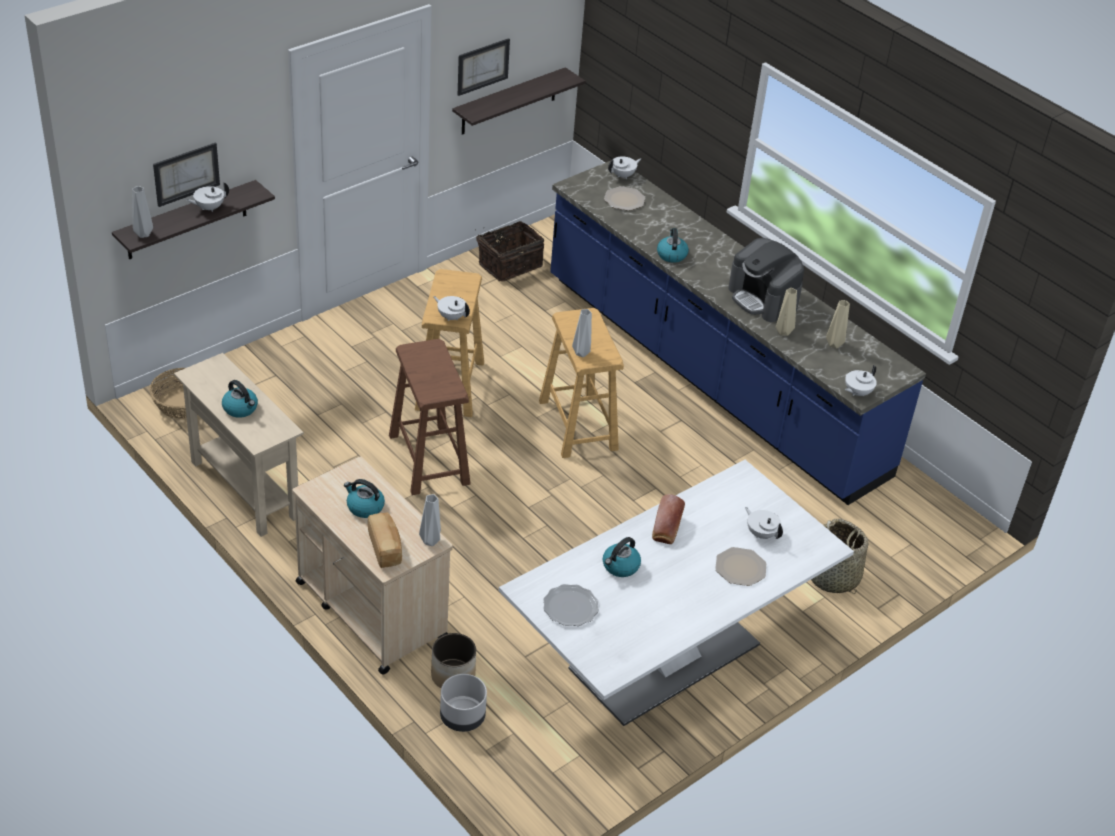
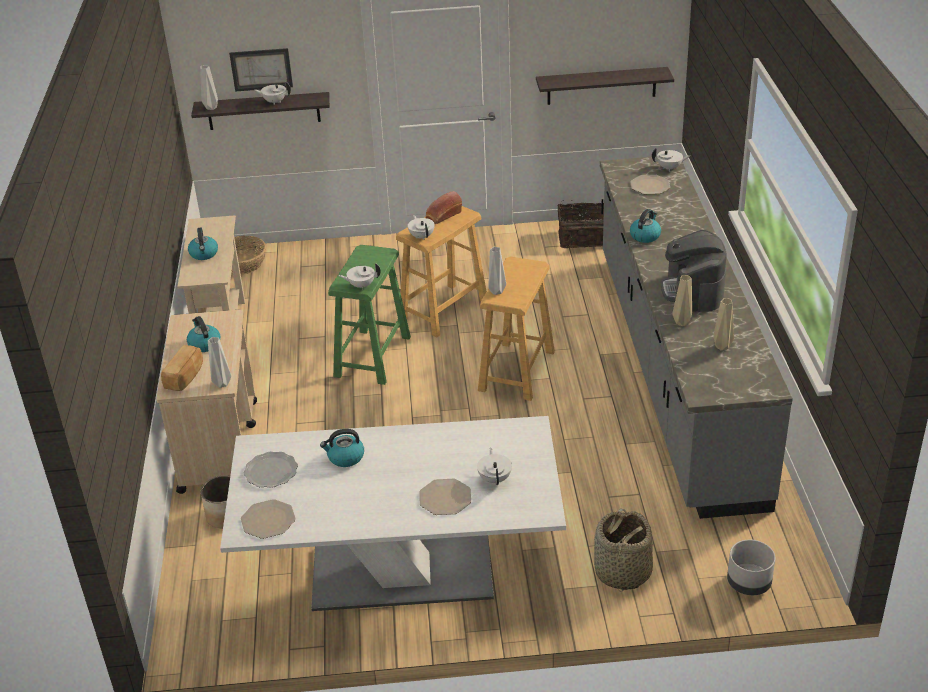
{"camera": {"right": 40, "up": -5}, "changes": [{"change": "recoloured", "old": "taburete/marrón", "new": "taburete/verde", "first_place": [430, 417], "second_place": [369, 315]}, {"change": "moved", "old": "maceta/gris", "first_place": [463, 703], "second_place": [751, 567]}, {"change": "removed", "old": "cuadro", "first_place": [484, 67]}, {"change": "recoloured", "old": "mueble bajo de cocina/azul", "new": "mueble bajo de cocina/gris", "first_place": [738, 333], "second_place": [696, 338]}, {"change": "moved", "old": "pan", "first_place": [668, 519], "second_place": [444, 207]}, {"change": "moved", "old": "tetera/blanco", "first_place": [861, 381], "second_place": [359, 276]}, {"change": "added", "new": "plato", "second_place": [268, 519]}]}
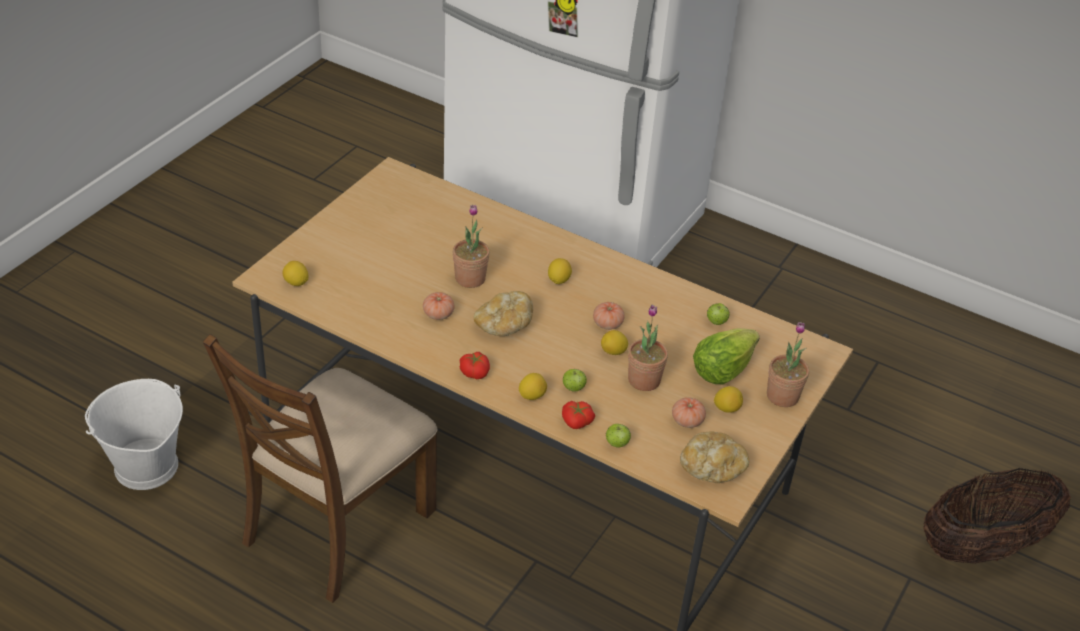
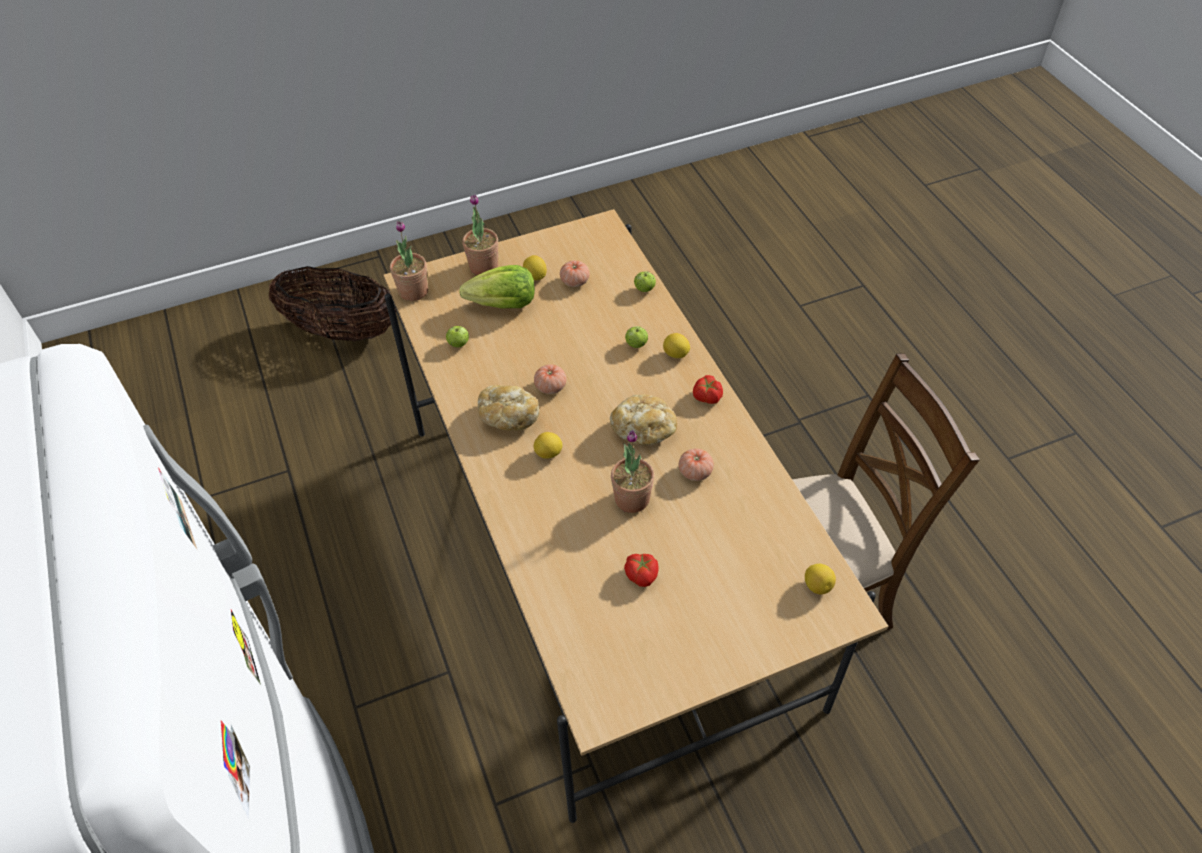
{"camera": {"right": -140, "up": 10}, "changes": [{"change": "removed", "old": "cubo/blanco", "first_place": [134, 434]}, {"change": "moved", "old": "tomate", "first_place": [578, 415], "second_place": [641, 570]}, {"change": "removed", "old": "limón", "first_place": [614, 342]}, {"change": "moved", "old": "planta en maceta", "first_place": [648, 347], "second_place": [409, 261]}, {"change": "moved", "old": "pan", "first_place": [714, 457], "second_place": [508, 408]}]}
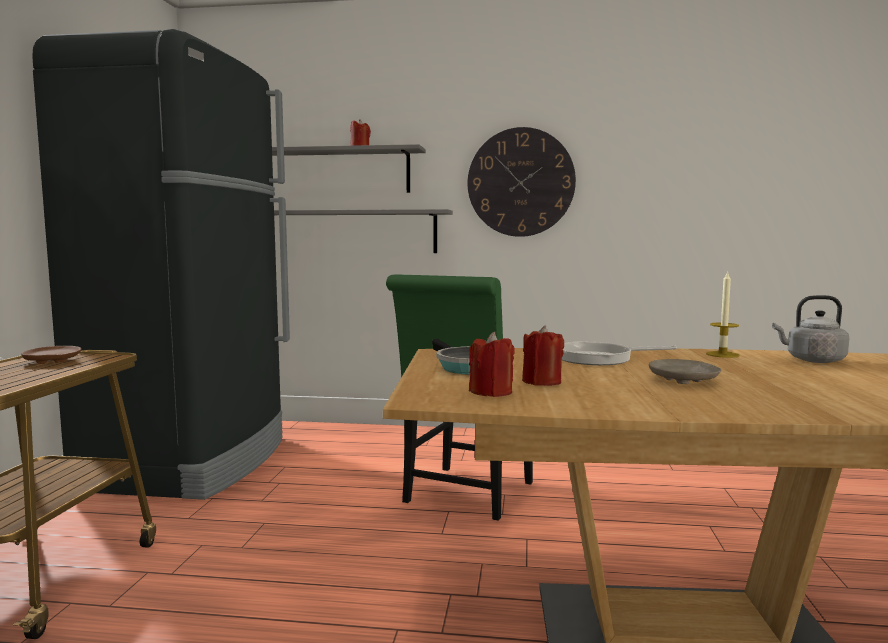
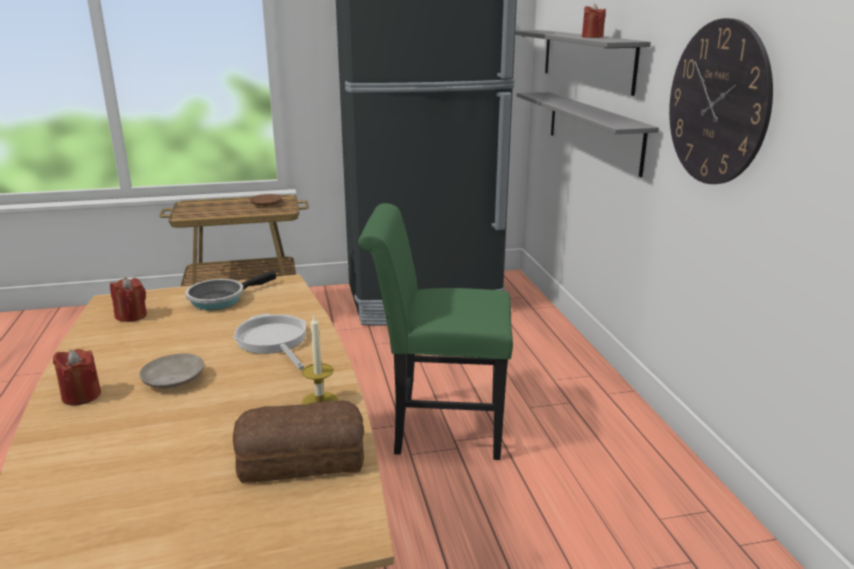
{"camera": {"right": 70, "up": 15}, "changes": [{"change": "moved", "old": "vela/rojo", "first_place": [543, 355], "second_place": [77, 377]}, {"change": "replaced", "old": "hervidor/gris", "new": "pan", "first_place": [810, 329], "second_place": [298, 441]}]}
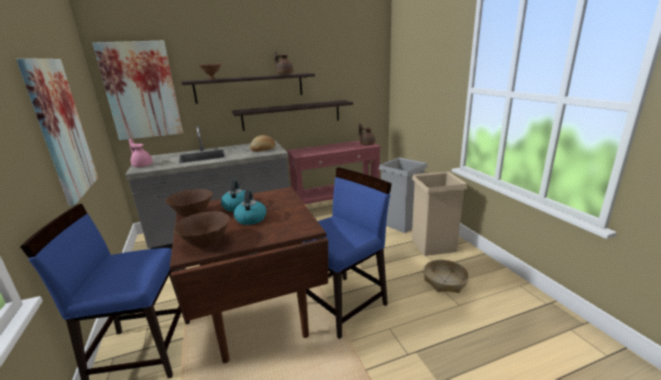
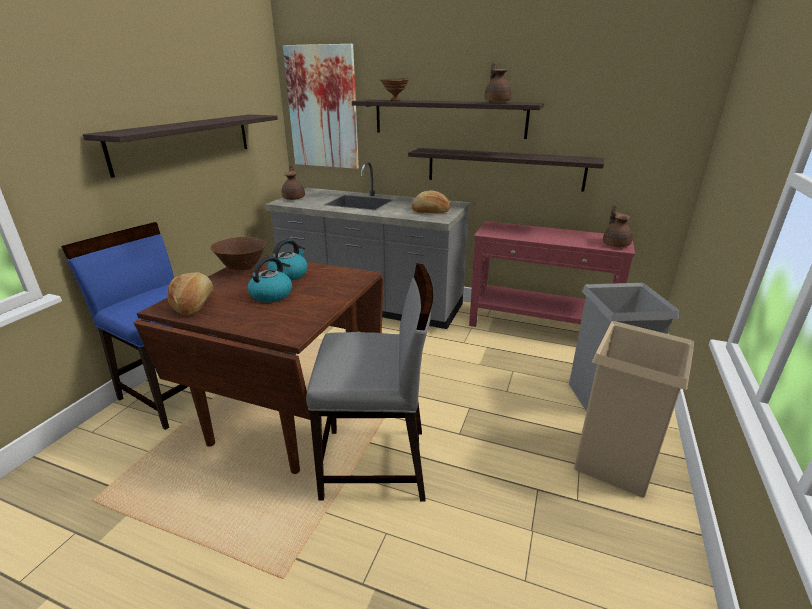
{"camera": {"right": 40, "up": 5}, "changes": [{"change": "replaced", "old": "cuadro", "new": "estante", "first_place": [57, 132], "second_place": [180, 146]}, {"change": "recoloured", "old": "tetera/rosa", "new": "tetera/marrón", "first_place": [141, 153], "second_place": [293, 182]}, {"change": "replaced", "old": "cuenco/marrón", "new": "pan", "first_place": [202, 229], "second_place": [190, 293]}, {"change": "recoloured", "old": "silla/azul", "new": "silla/gris", "first_place": [347, 253], "second_place": [369, 382]}, {"change": "removed", "old": "cesta", "first_place": [446, 276]}]}
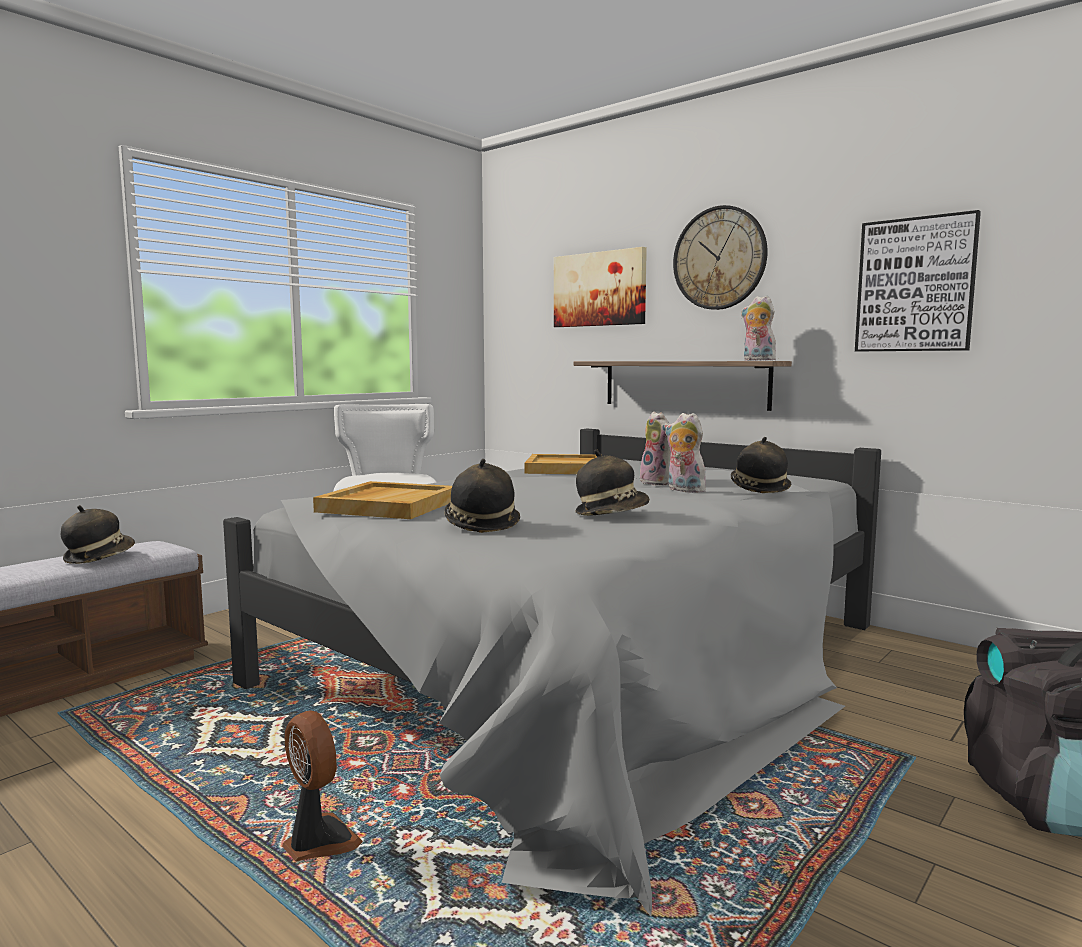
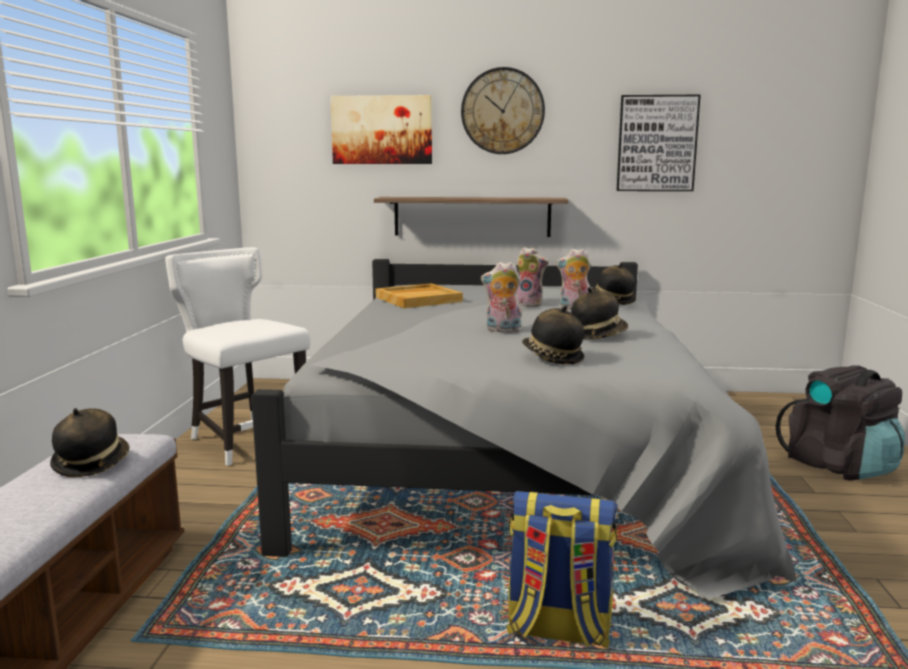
{"camera": {"right": -35, "up": 5}, "changes": [{"change": "replaced", "old": "ventilador", "new": "mochila", "first_place": [322, 785], "second_place": [562, 569]}, {"change": "removed", "old": "bandeja/beis", "first_place": [382, 500]}, {"change": "moved", "old": "peluche", "first_place": [759, 328], "second_place": [501, 297]}]}
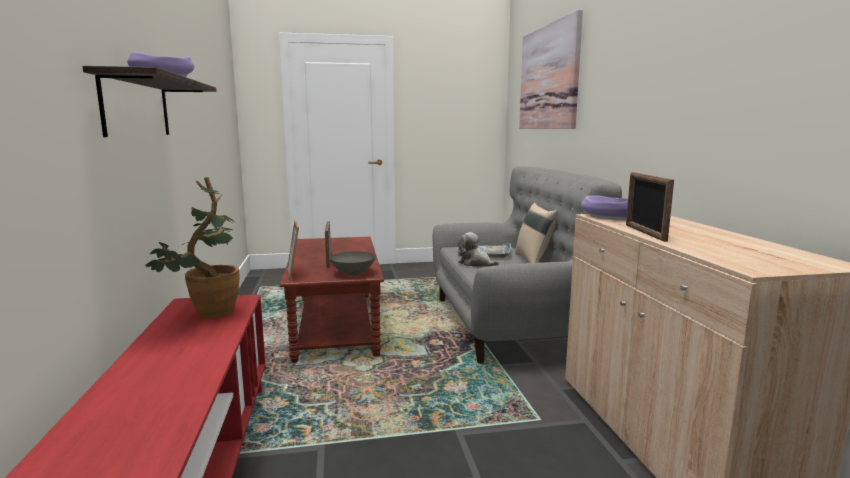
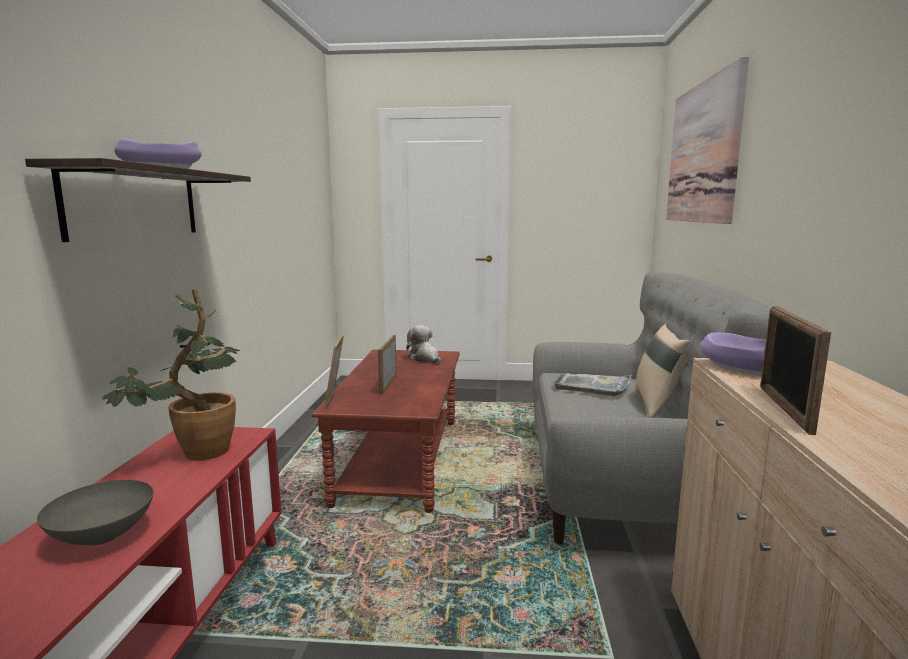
{"camera": {"right": 15, "up": 0}, "changes": [{"change": "moved", "old": "cuenco/gris", "first_place": [353, 263], "second_place": [95, 512]}, {"change": "moved", "old": "peluche", "first_place": [478, 249], "second_place": [423, 344]}]}
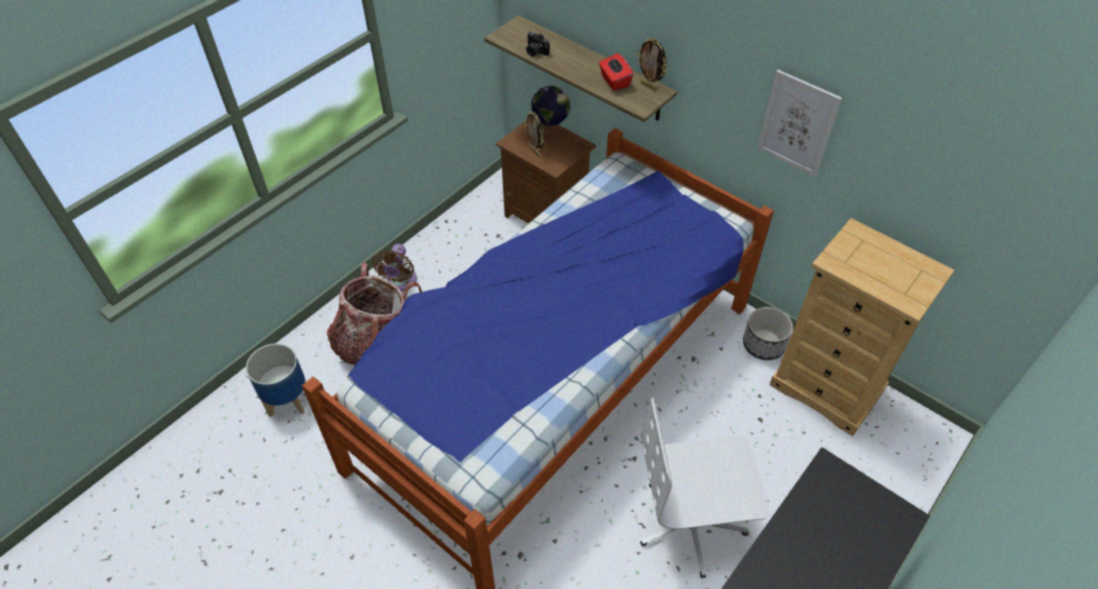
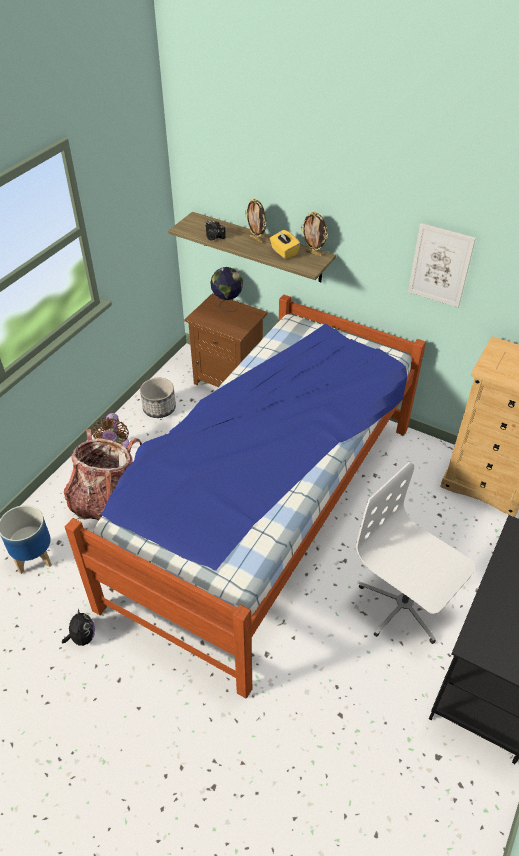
{"camera": {"right": -10, "up": -5}, "changes": [{"change": "moved", "old": "portarretratos", "first_place": [534, 134], "second_place": [256, 220]}, {"change": "recoloured", "old": "caja de pañuelos/rojo", "new": "caja de pañuelos/amarillo", "first_place": [616, 71], "second_place": [285, 244]}, {"change": "turned", "old": "silla de oficina/blanco", "first_place": [704, 487], "second_place": [415, 553], "degrees": 60}, {"change": "moved", "old": "maceta", "first_place": [768, 333], "second_place": [158, 398]}, {"change": "added", "new": "peluche", "second_place": [78, 627]}]}
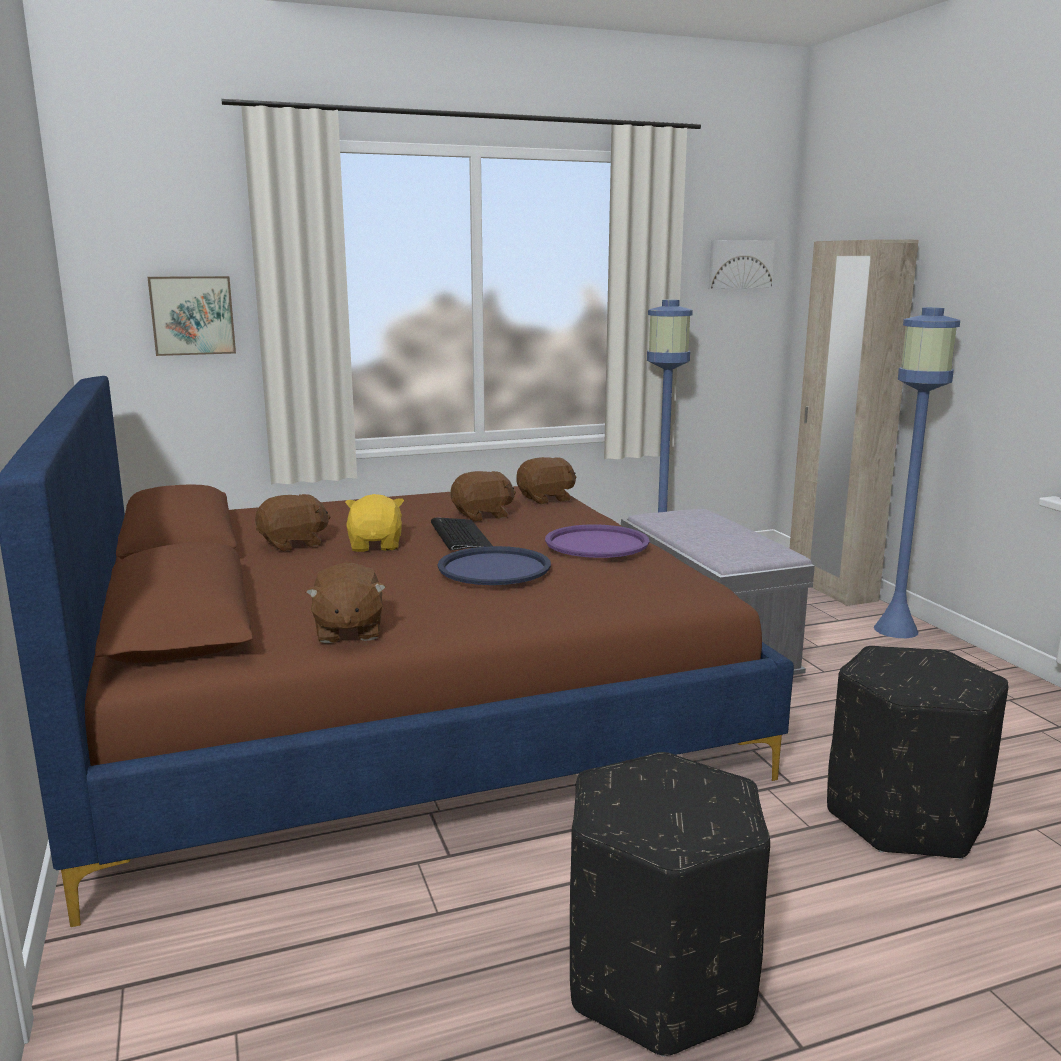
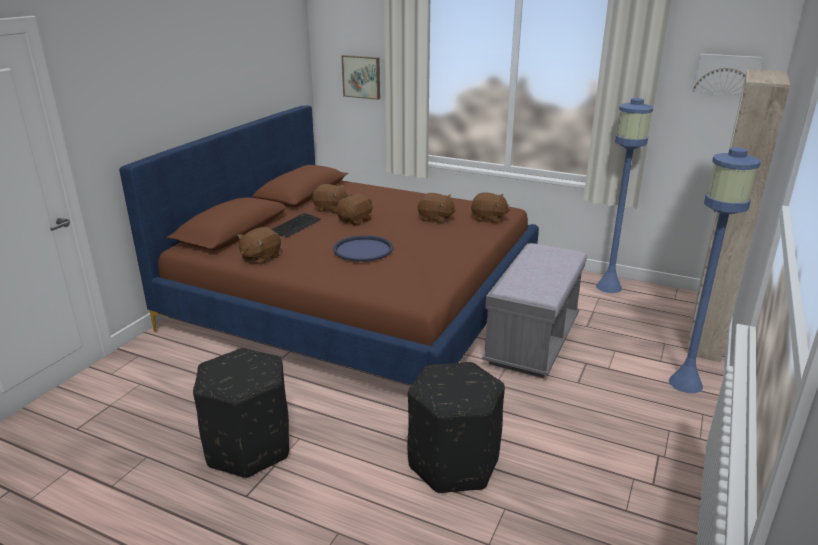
{"camera": {"right": 45, "up": 10}, "changes": [{"change": "recoloured", "old": "peluche/amarillo", "new": "peluche/marrón", "first_place": [374, 523], "second_place": [354, 210]}, {"change": "moved", "old": "teclado", "first_place": [462, 533], "second_place": [296, 225]}, {"change": "removed", "old": "bandeja/morado", "first_place": [597, 541]}]}
